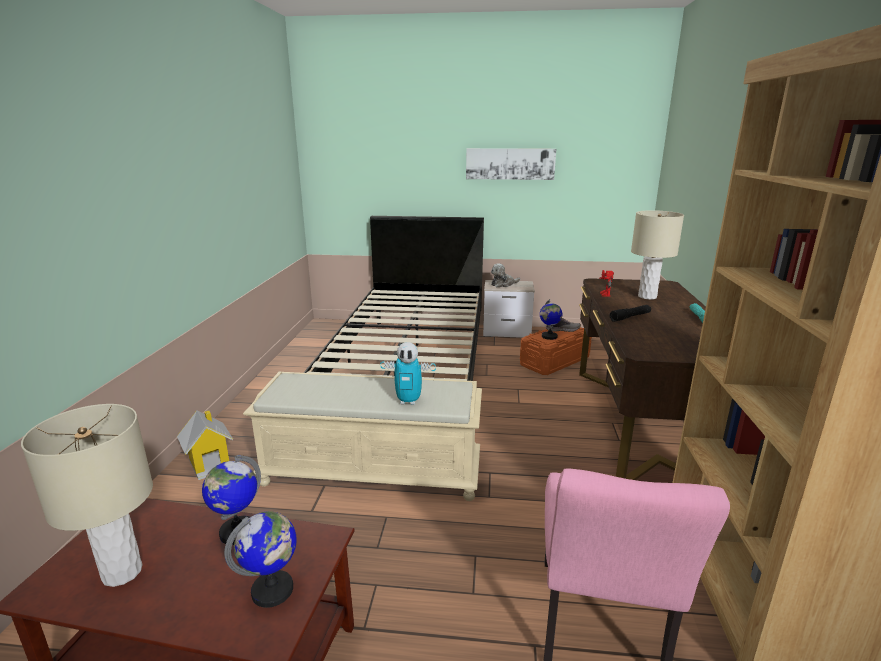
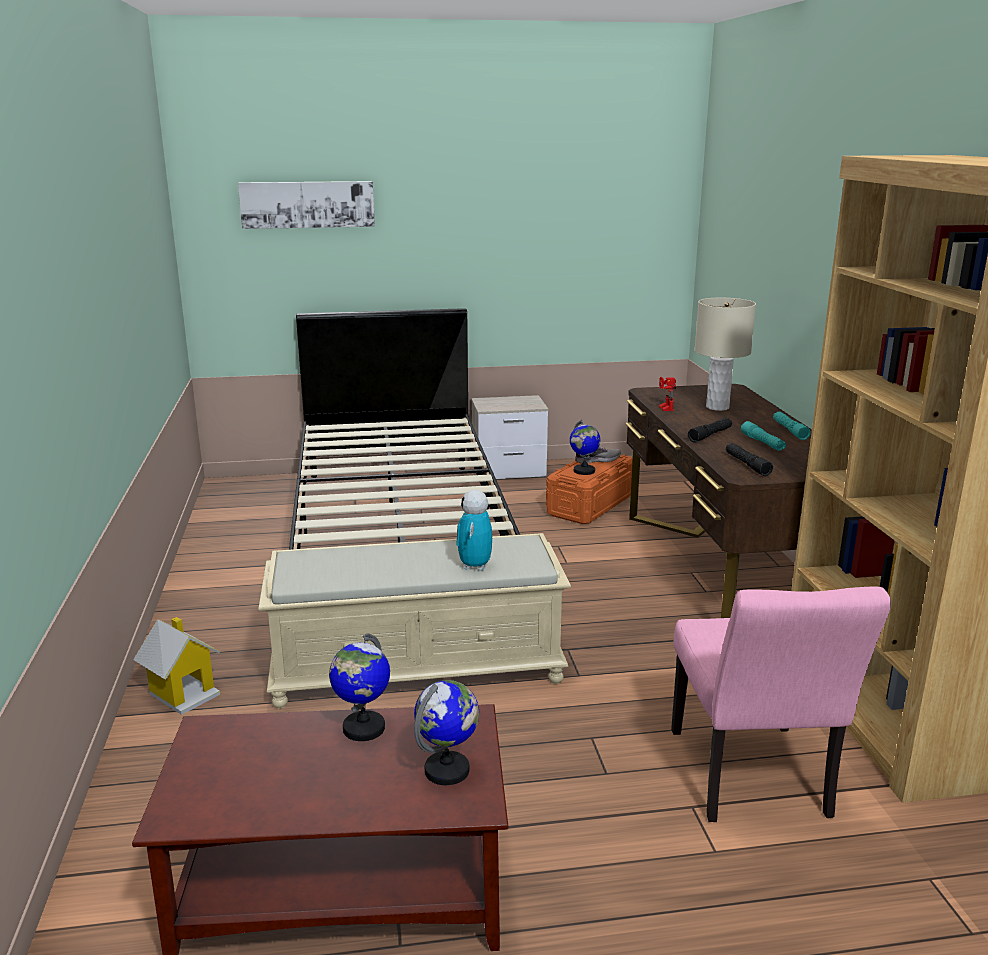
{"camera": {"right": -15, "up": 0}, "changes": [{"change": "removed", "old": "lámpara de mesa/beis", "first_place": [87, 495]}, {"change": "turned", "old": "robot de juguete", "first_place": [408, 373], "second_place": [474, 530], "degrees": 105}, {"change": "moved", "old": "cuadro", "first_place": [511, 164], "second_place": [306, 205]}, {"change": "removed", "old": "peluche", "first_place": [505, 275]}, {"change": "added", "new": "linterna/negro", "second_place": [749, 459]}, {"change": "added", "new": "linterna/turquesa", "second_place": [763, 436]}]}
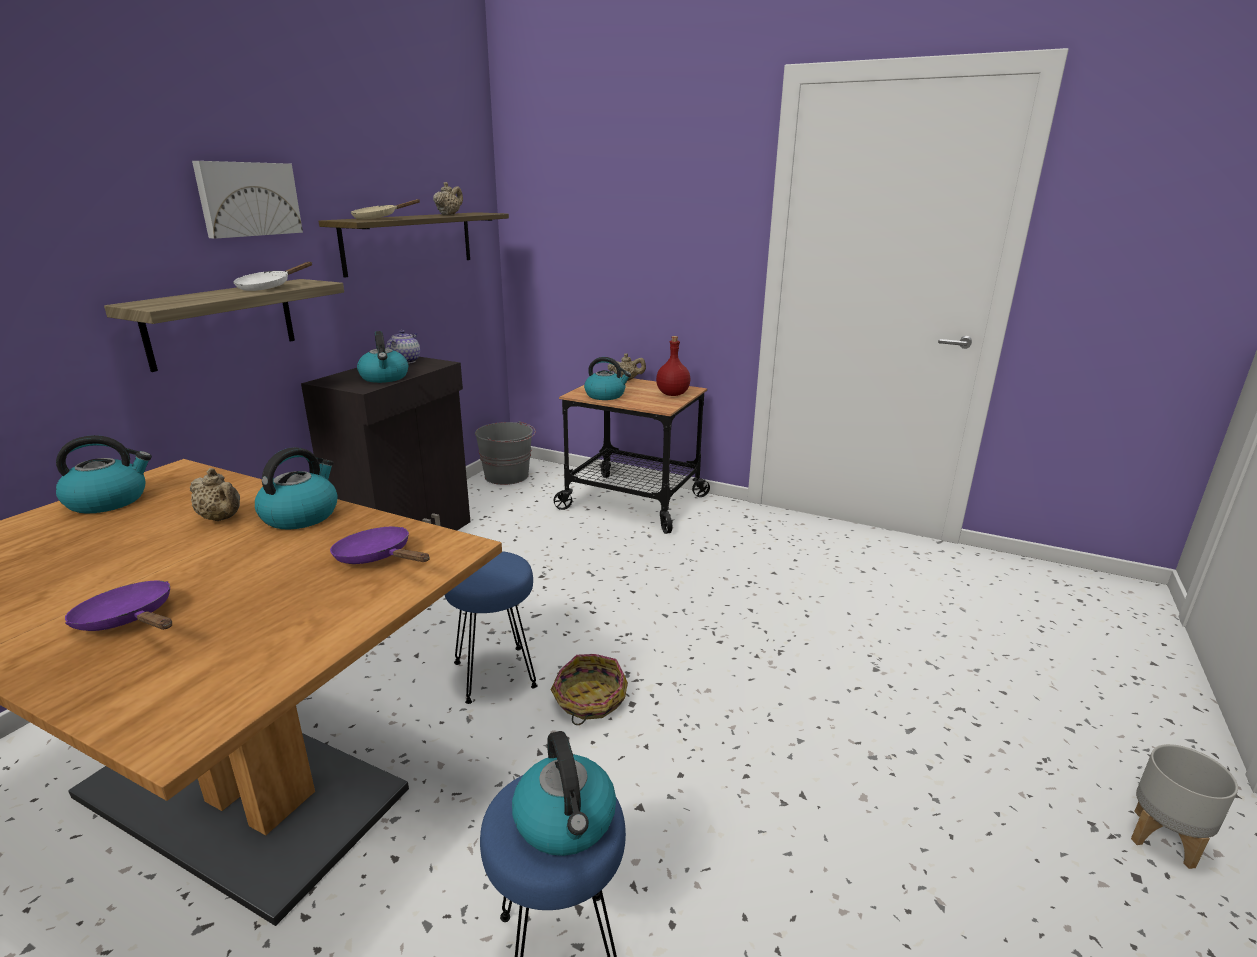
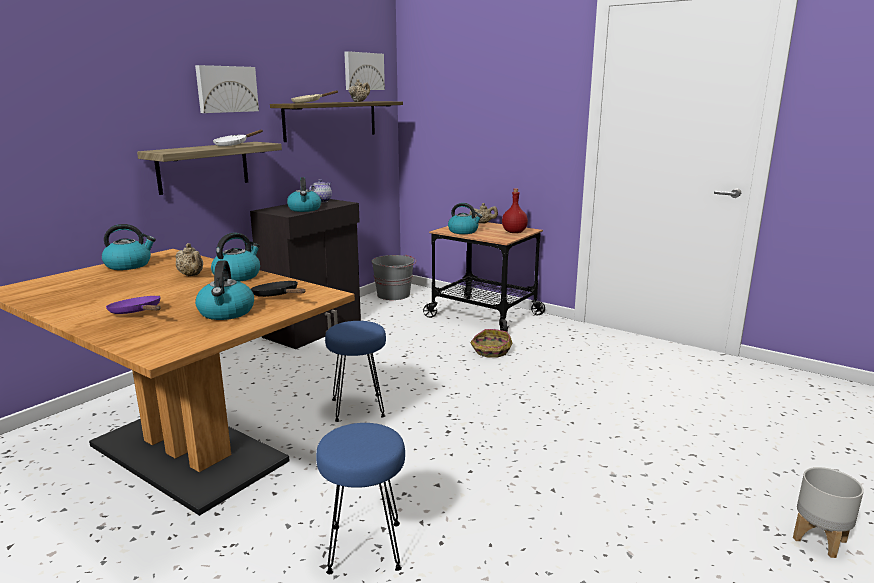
{"camera": {"right": 10, "up": -5}, "changes": [{"change": "recoloured", "old": "sartén/morado", "new": "sartén/negro", "first_place": [380, 545], "second_place": [278, 289]}, {"change": "moved", "old": "hervidor", "first_place": [564, 793], "second_place": [224, 290]}, {"change": "moved", "old": "cesta", "first_place": [589, 689], "second_place": [491, 343]}, {"change": "added", "new": "cuadro", "second_place": [364, 70]}]}
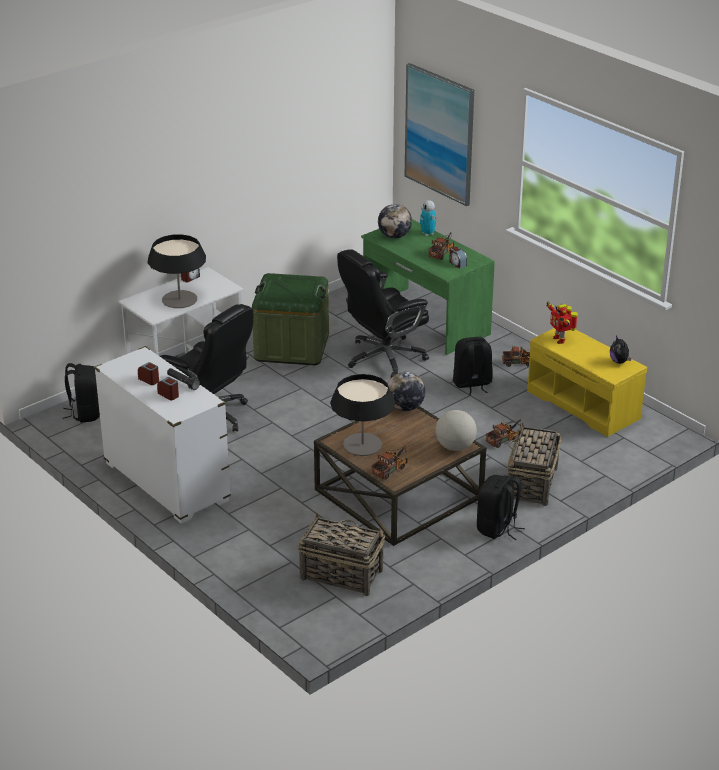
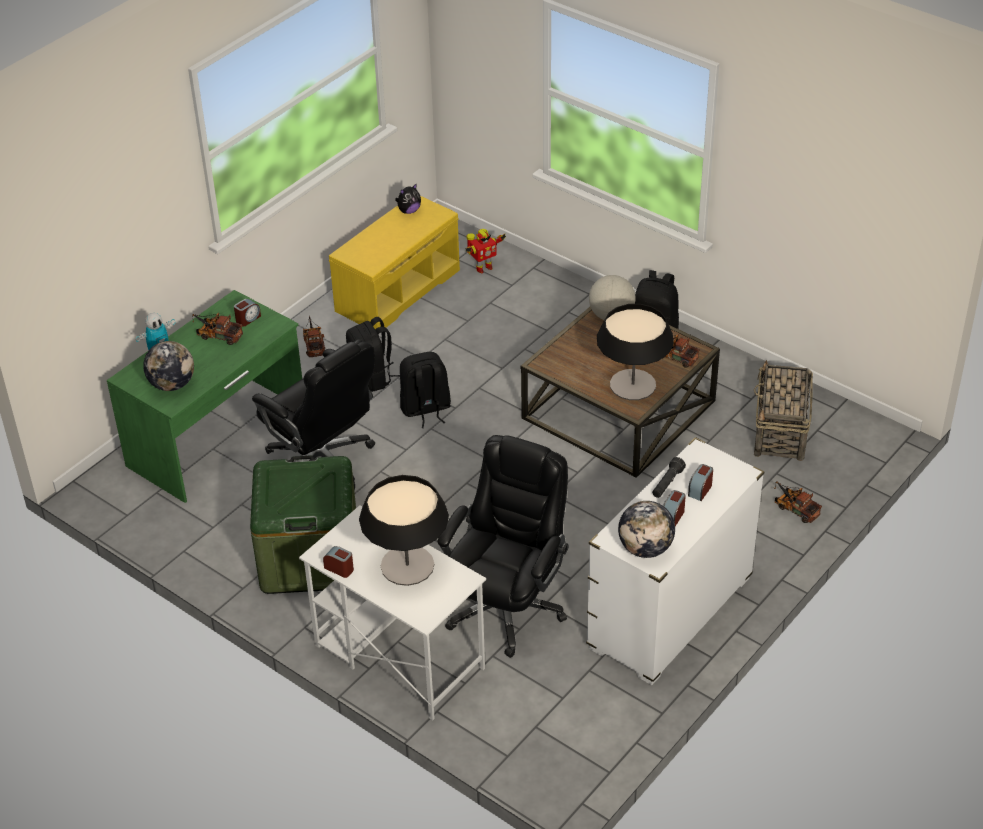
{"camera": {"right": -100, "up": 10}, "changes": [{"change": "moved", "old": "mochila/negro", "first_place": [81, 393], "second_place": [425, 390]}, {"change": "moved", "old": "globo terráqueo", "first_place": [406, 391], "second_place": [646, 529]}, {"change": "removed", "old": "cuadro", "first_place": [439, 134]}, {"change": "moved", "old": "camión de juguete", "first_place": [503, 433], "second_place": [798, 502]}, {"change": "removed", "old": "cesta", "first_place": [534, 464]}, {"change": "moved", "old": "robot de juguete", "first_place": [562, 322], "second_place": [485, 251]}]}
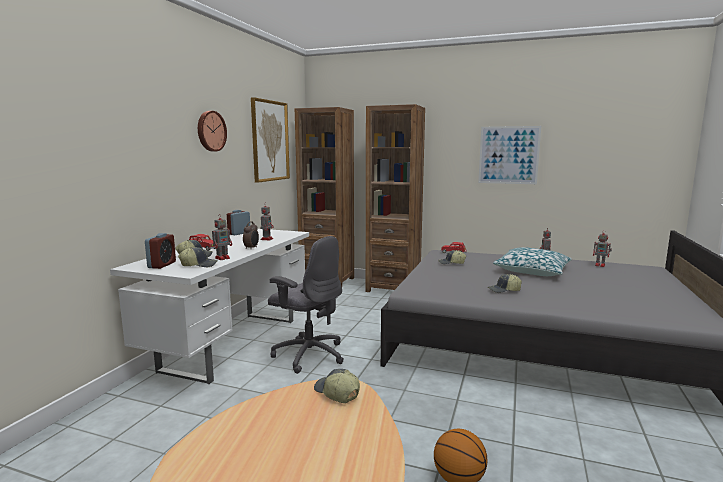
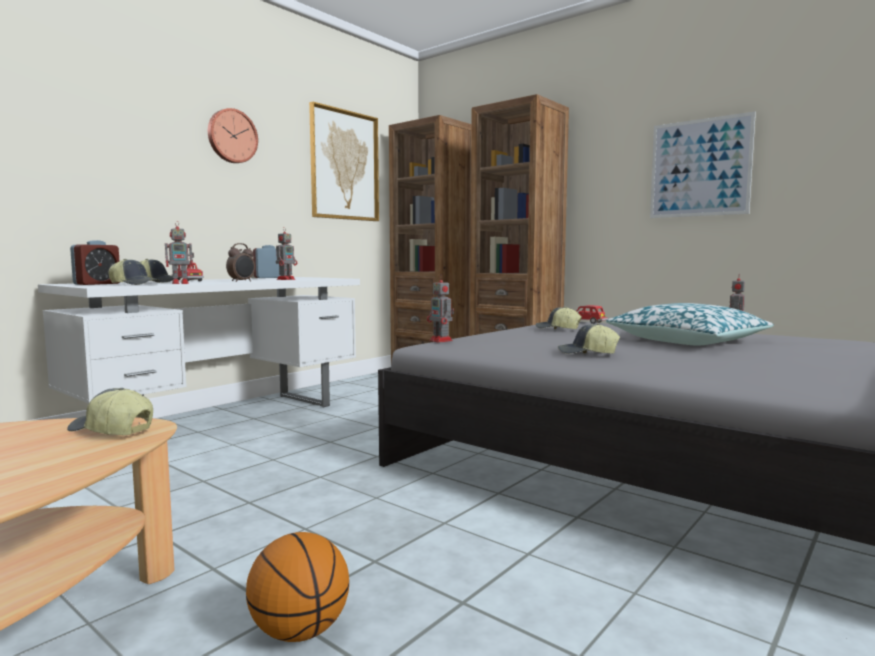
{"camera": {"right": 20, "up": -5}, "changes": [{"change": "removed", "old": "silla de oficina/gris", "first_place": [306, 305]}, {"change": "turned", "old": "gorra", "first_place": [337, 386], "second_place": [110, 411], "degrees": -45}, {"change": "moved", "old": "robot de juguete", "first_place": [602, 248], "second_place": [440, 308]}]}
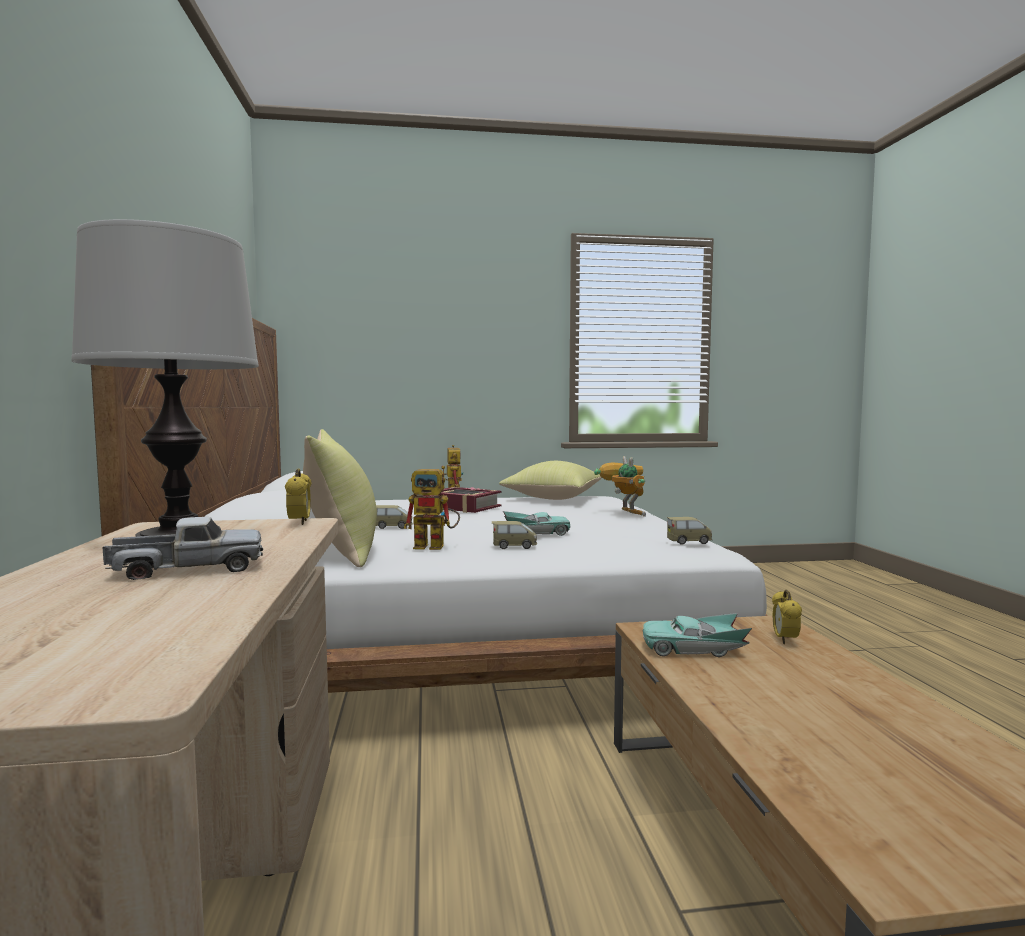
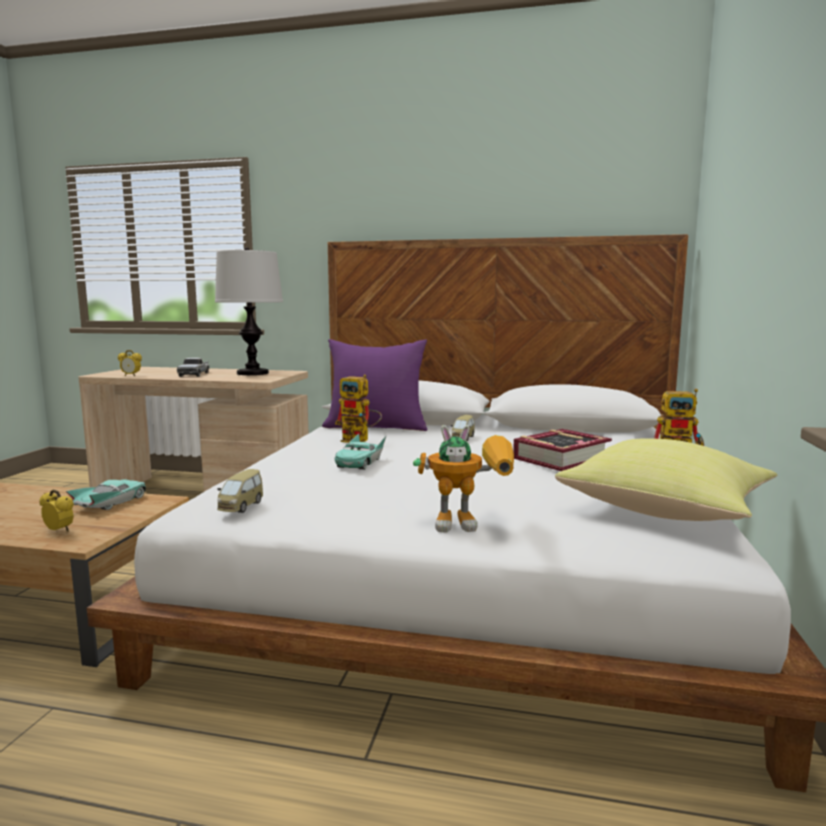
{"camera": {"right": 110, "up": 5}, "changes": [{"change": "moved", "old": "despertador", "first_place": [298, 496], "second_place": [130, 363]}, {"change": "recoloured", "old": "cojín/amarillo", "new": "cojín/morado", "first_place": [340, 498], "second_place": [375, 385]}, {"change": "turned", "old": "robot de juguete", "first_place": [432, 508], "second_place": [358, 409], "degrees": -90}, {"change": "removed", "old": "coche de juguete", "first_place": [514, 535]}]}
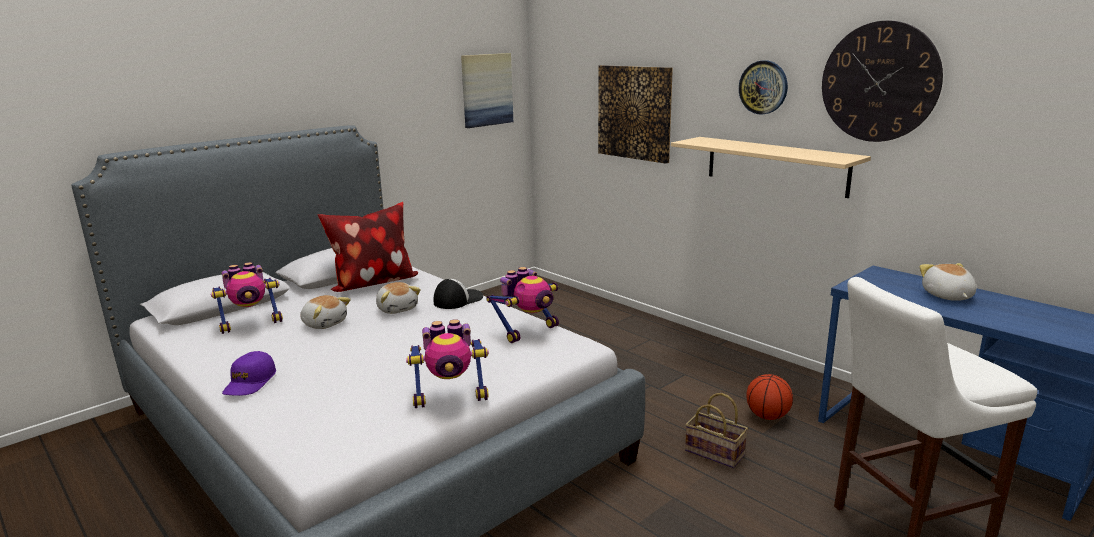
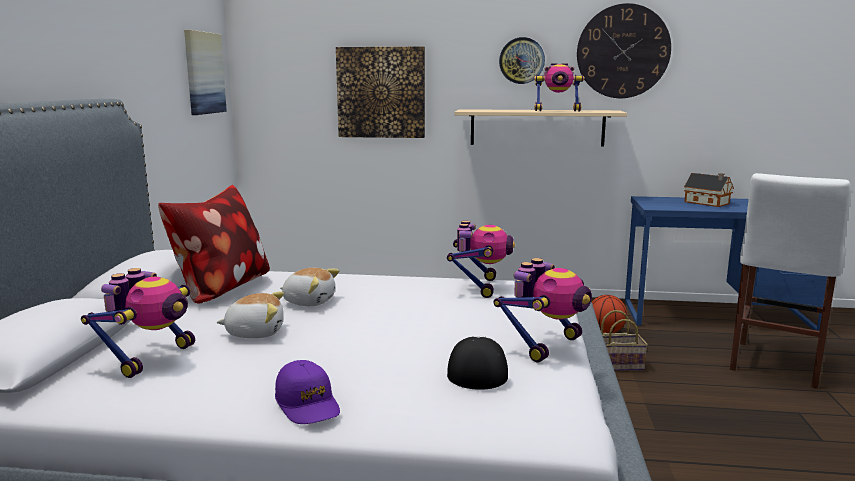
{"camera": {"right": -40, "up": -5}, "changes": [{"change": "moved", "old": "gorra", "first_place": [458, 294], "second_place": [477, 362]}, {"change": "replaced", "old": "peluche", "new": "casita", "first_place": [947, 282], "second_place": [709, 190]}, {"change": "added", "new": "robot de juguete", "second_place": [559, 87]}]}
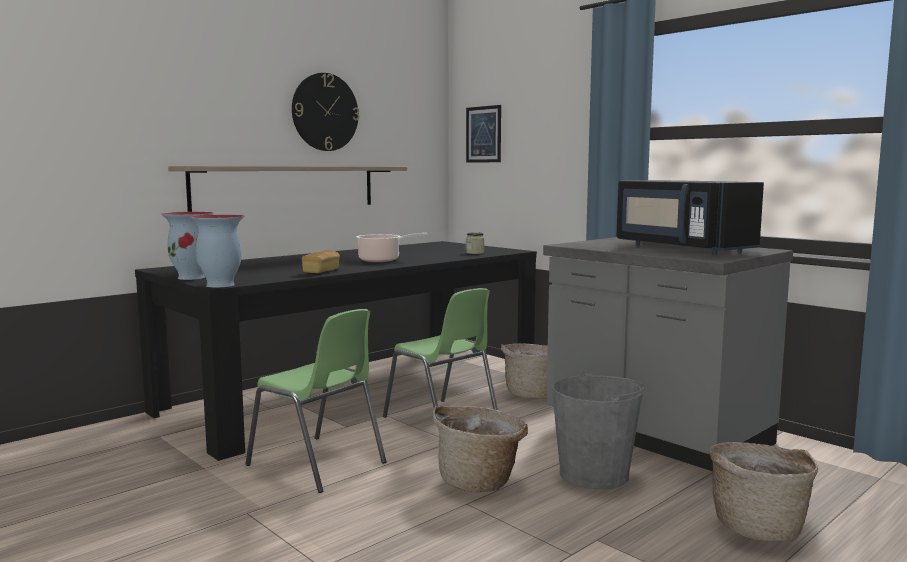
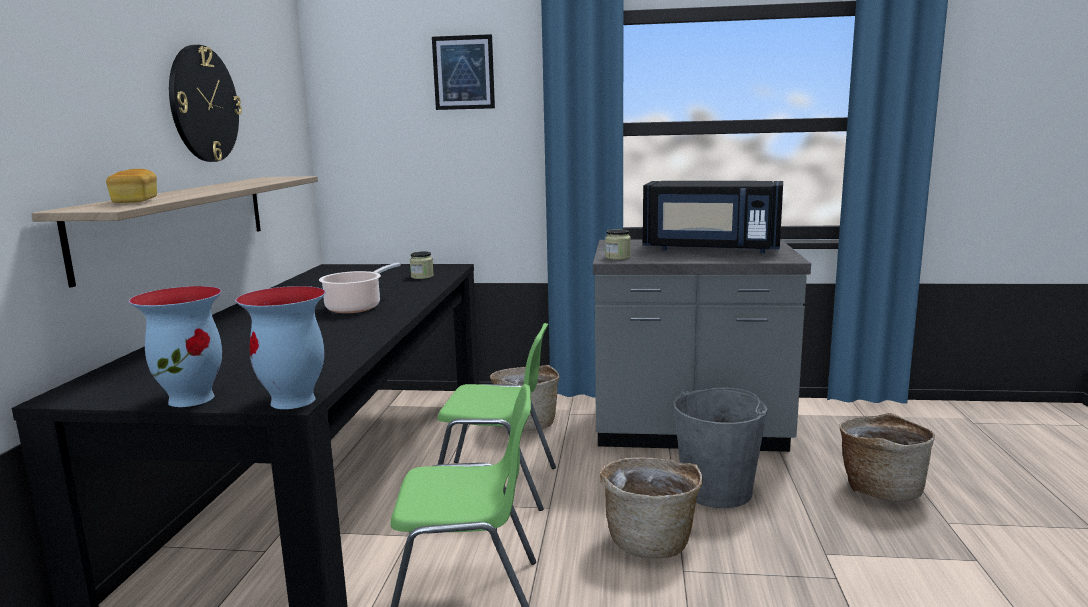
{"camera": {"right": -40, "up": 5}, "changes": [{"change": "moved", "old": "pan", "first_place": [321, 261], "second_place": [131, 186]}, {"change": "moved", "old": "cuadro", "first_place": [483, 134], "second_place": [463, 72]}, {"change": "added", "new": "tarro", "second_place": [618, 244]}]}
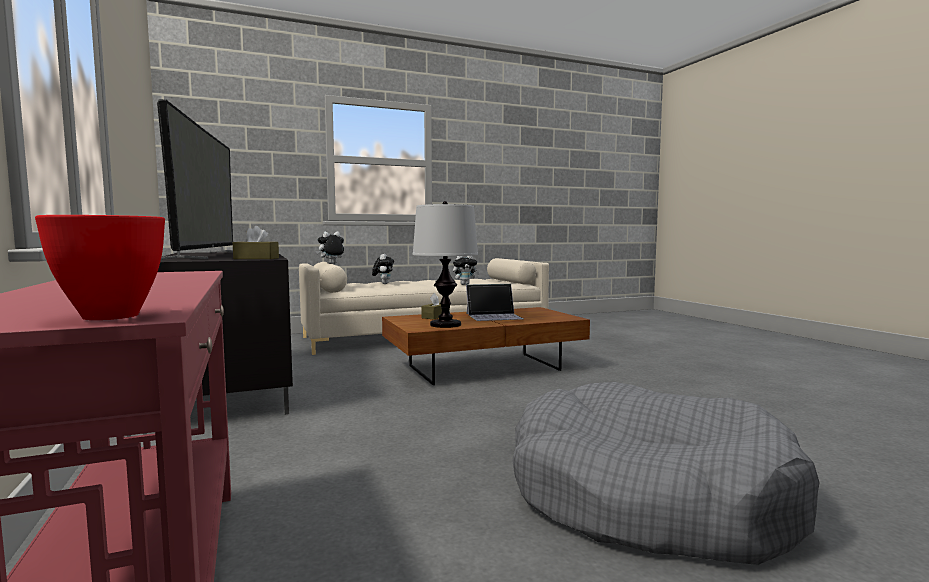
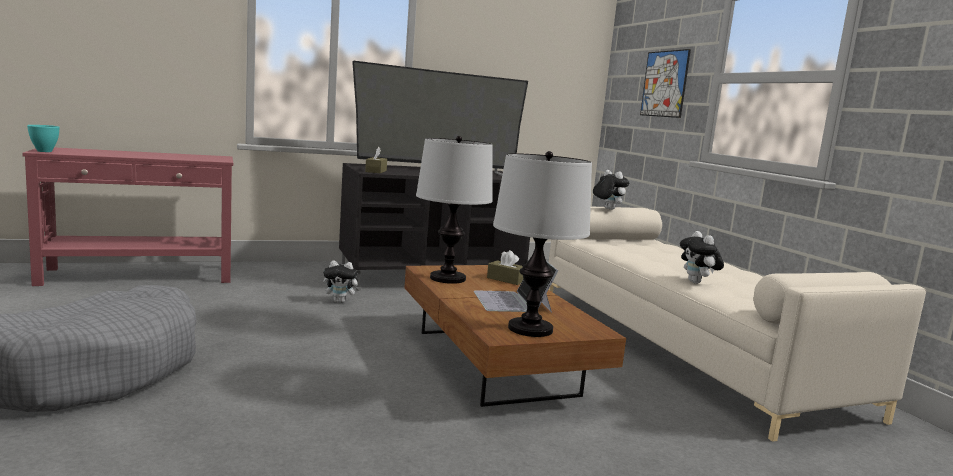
{"camera": {"right": 90, "up": 5}, "changes": [{"change": "recoloured", "old": "cuenco/rojo", "new": "cuenco/turquesa", "first_place": [100, 267], "second_place": [43, 138]}, {"change": "moved", "old": "peluche", "first_place": [383, 269], "second_place": [342, 282]}, {"change": "added", "new": "lámpara de mesa", "second_place": [542, 244]}, {"change": "added", "new": "cuadro", "second_place": [665, 83]}]}
